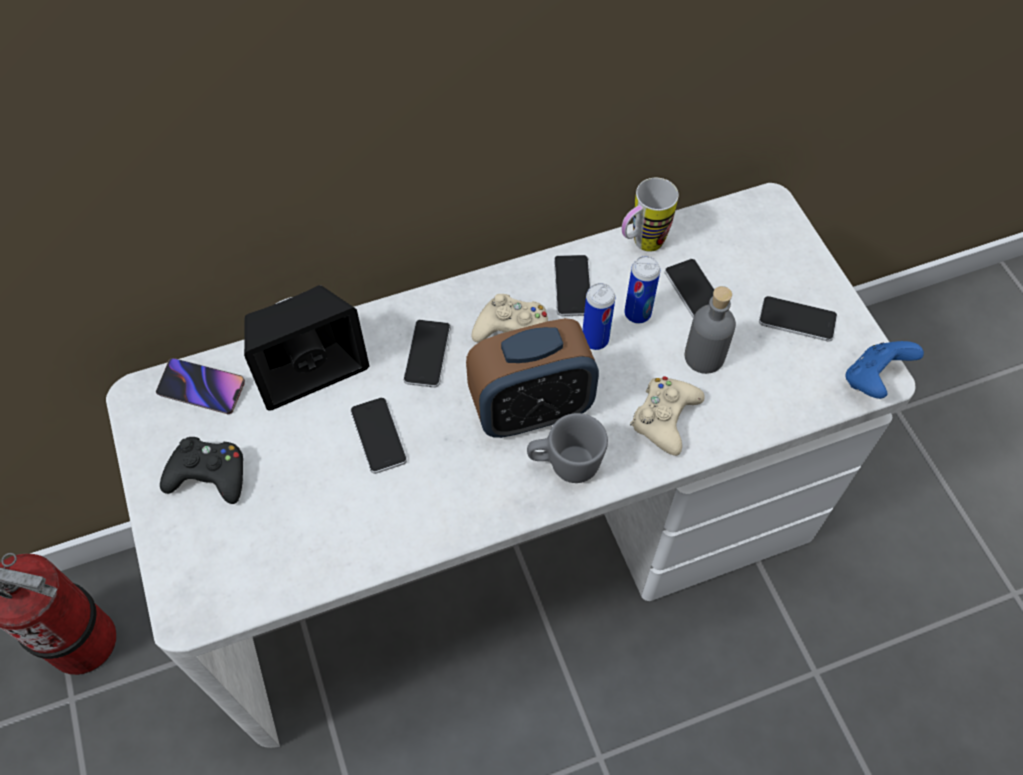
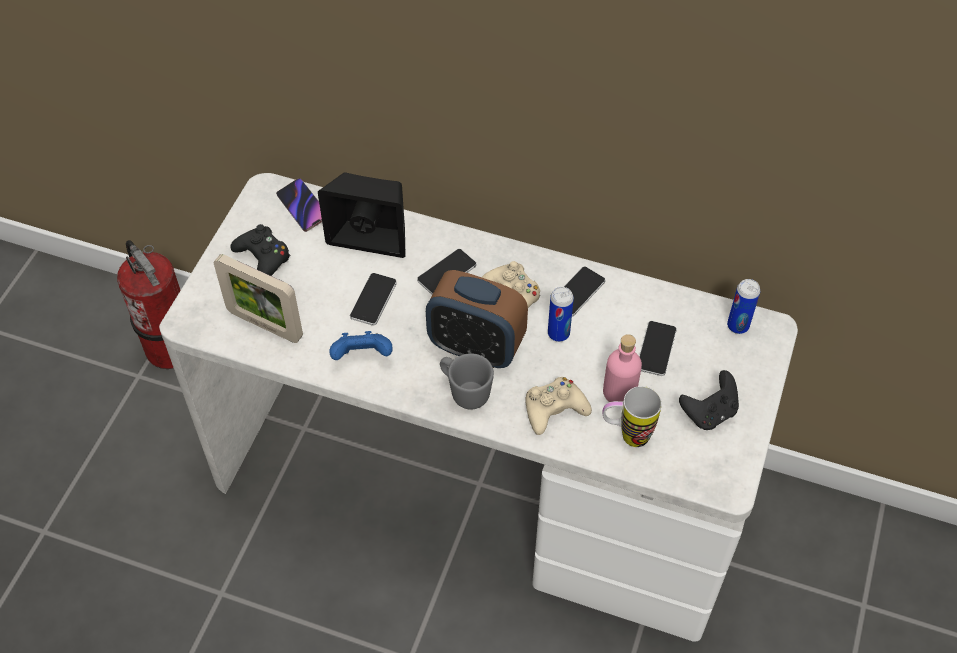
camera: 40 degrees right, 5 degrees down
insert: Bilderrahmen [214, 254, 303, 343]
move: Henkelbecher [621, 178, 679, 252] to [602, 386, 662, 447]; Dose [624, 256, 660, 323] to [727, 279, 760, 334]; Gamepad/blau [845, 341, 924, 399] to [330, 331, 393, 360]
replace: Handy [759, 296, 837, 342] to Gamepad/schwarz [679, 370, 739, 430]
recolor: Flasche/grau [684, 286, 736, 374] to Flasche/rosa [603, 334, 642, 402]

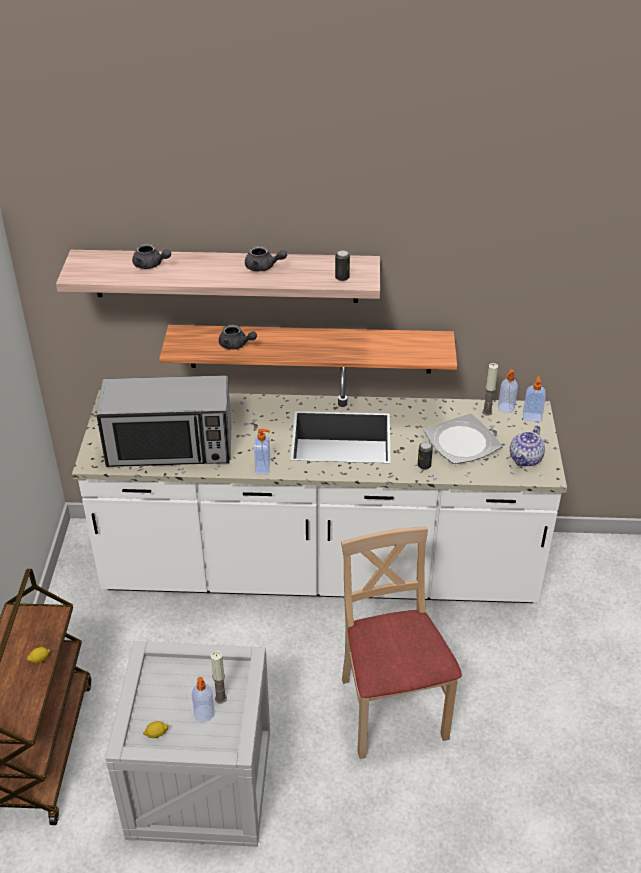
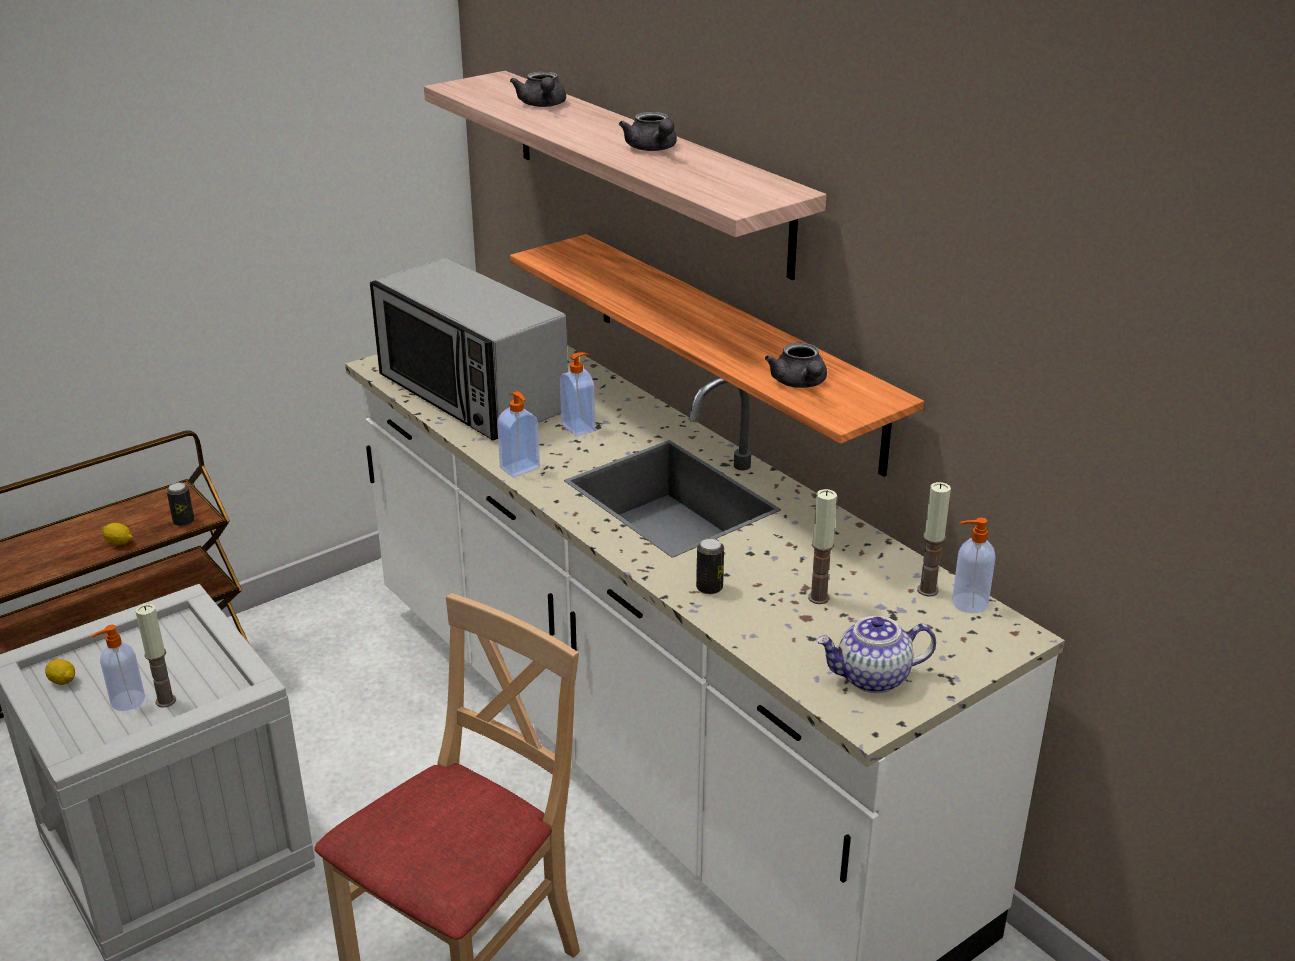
camera: 50 degrees right, 10 degrees down
move: Dose [335, 250, 350, 281] to [167, 482, 194, 527]; Teekanne/grau [219, 325, 257, 350] to [765, 343, 827, 388]; Seifenspender [523, 376, 546, 422] to [560, 352, 595, 436]
replace: Teller [424, 414, 502, 464] to Kerze [808, 489, 837, 604]

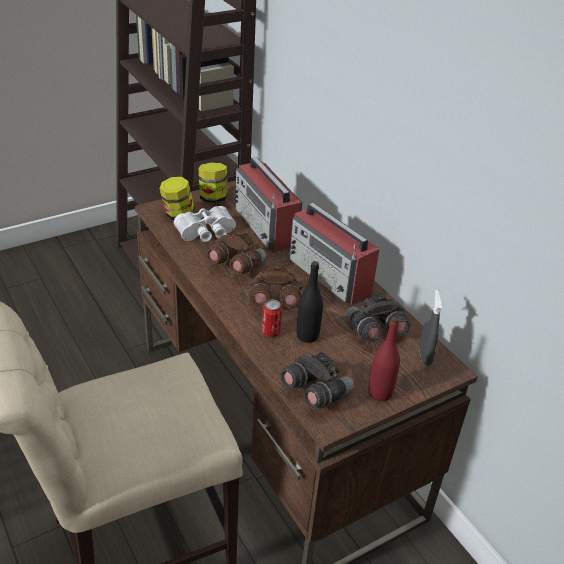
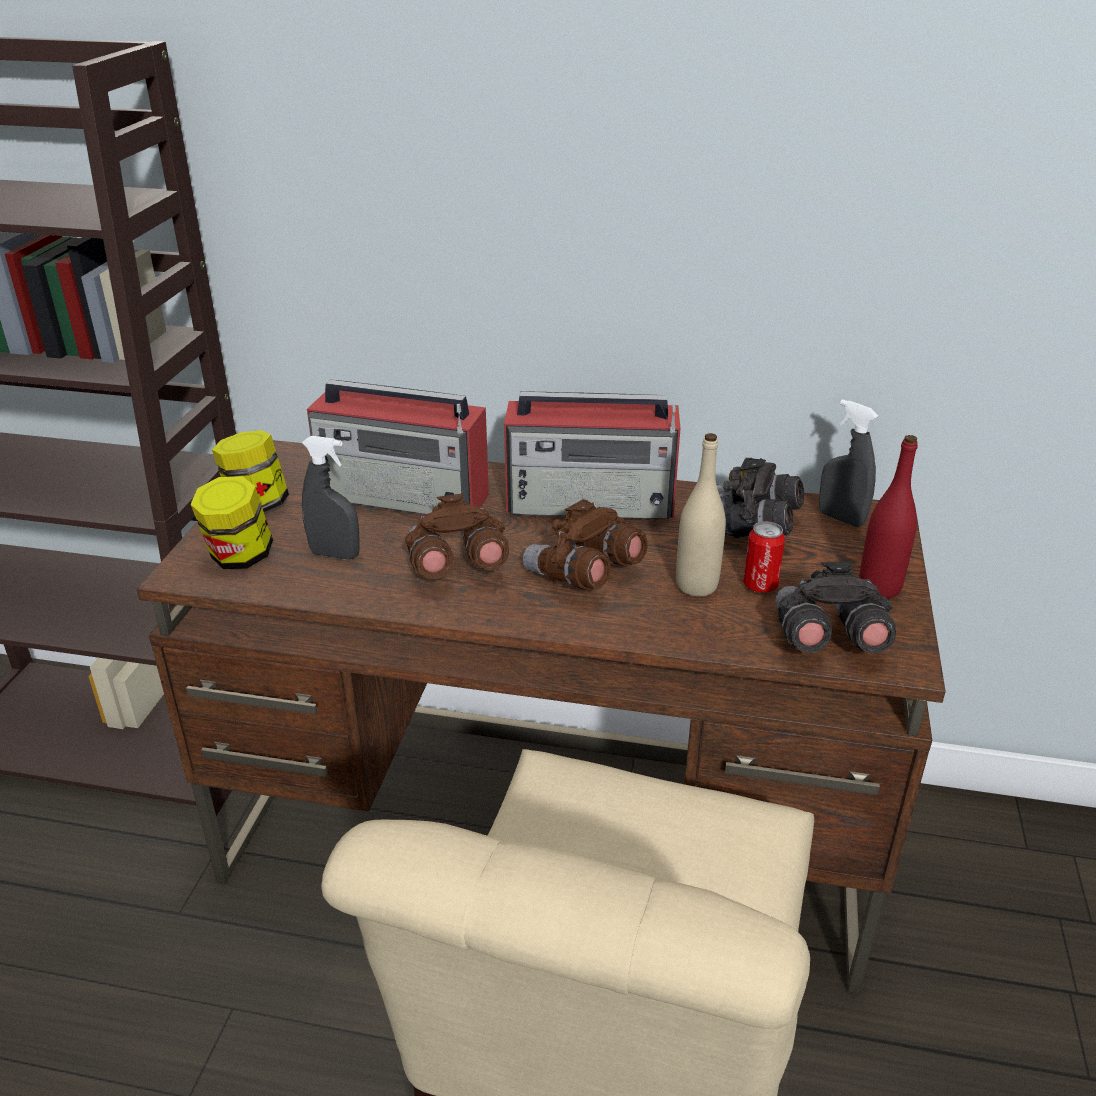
camera: 45 degrees left, 5 degrees down
move: Dose [262, 299, 282, 337] to [743, 521, 785, 593]
replace: Fernglas/weiß [174, 206, 236, 242] to Sprühflasche/grau [302, 436, 360, 560]
recolor: Flasche/schwarz [296, 261, 323, 343] to Flasche/beige [676, 433, 726, 597]

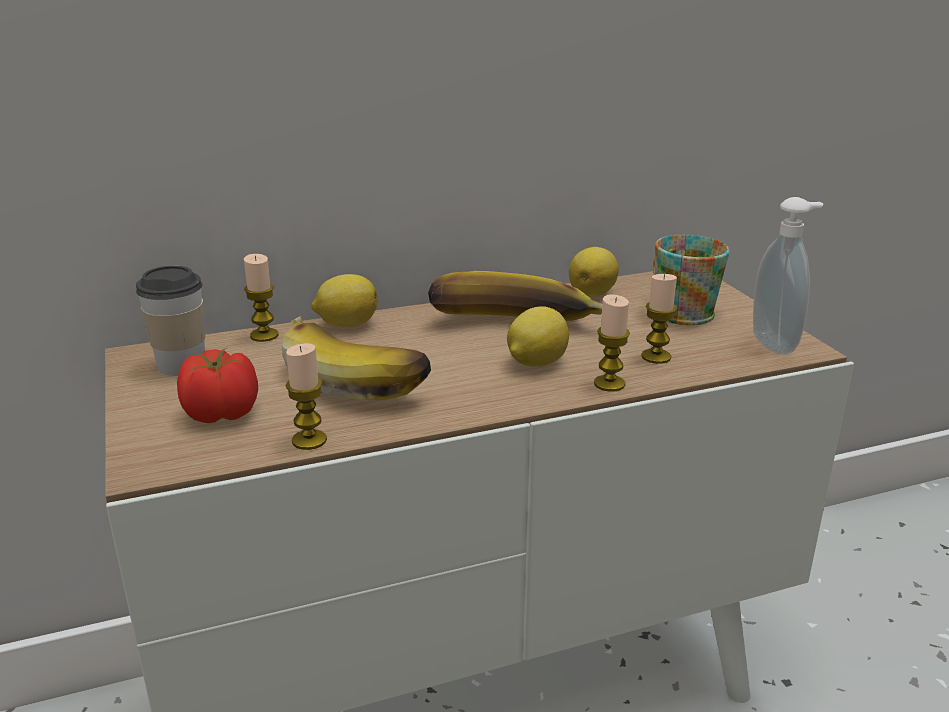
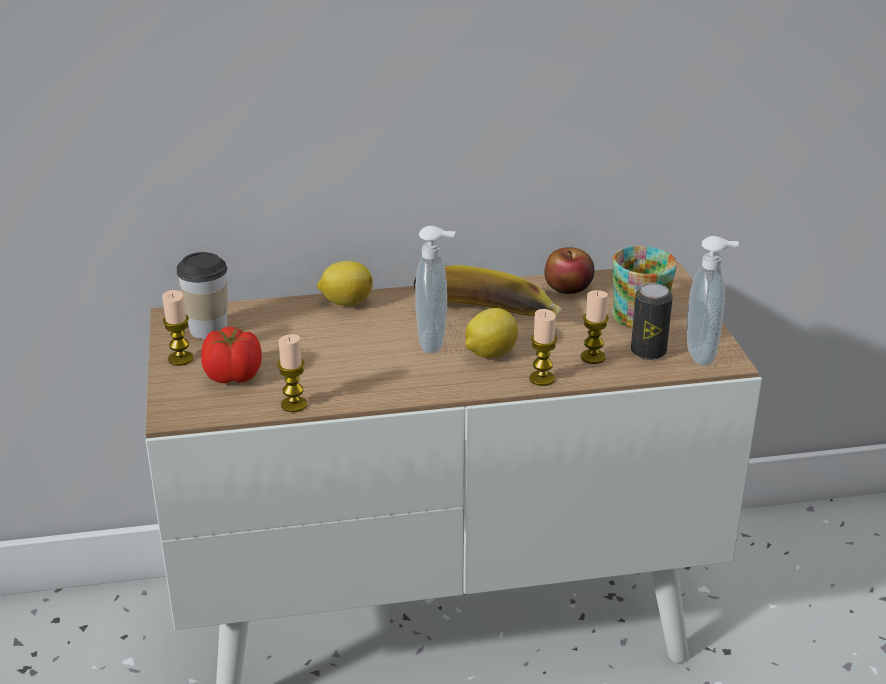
camera: 10 degrees right, 5 degrees up
delete: Banane [282, 316, 431, 400]
insert: Seifenspender [415, 226, 455, 354]; Dose [631, 283, 673, 360]
move: Kerze [244, 254, 278, 342] to [162, 290, 193, 366]
replace: Zitrone [569, 247, 619, 297] to Apfel [544, 247, 594, 294]

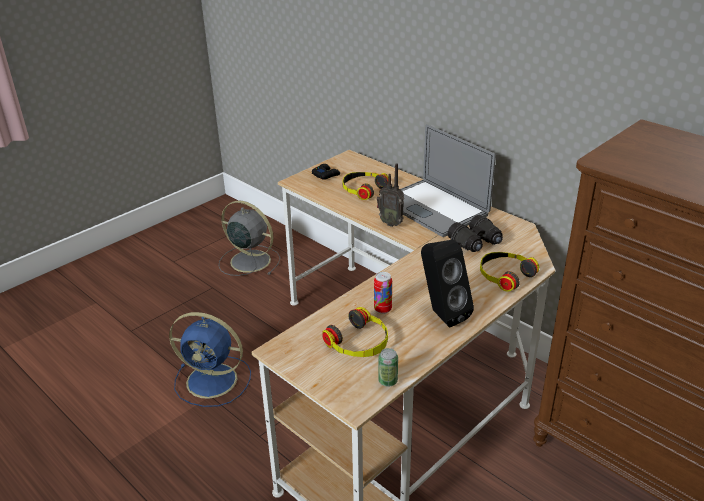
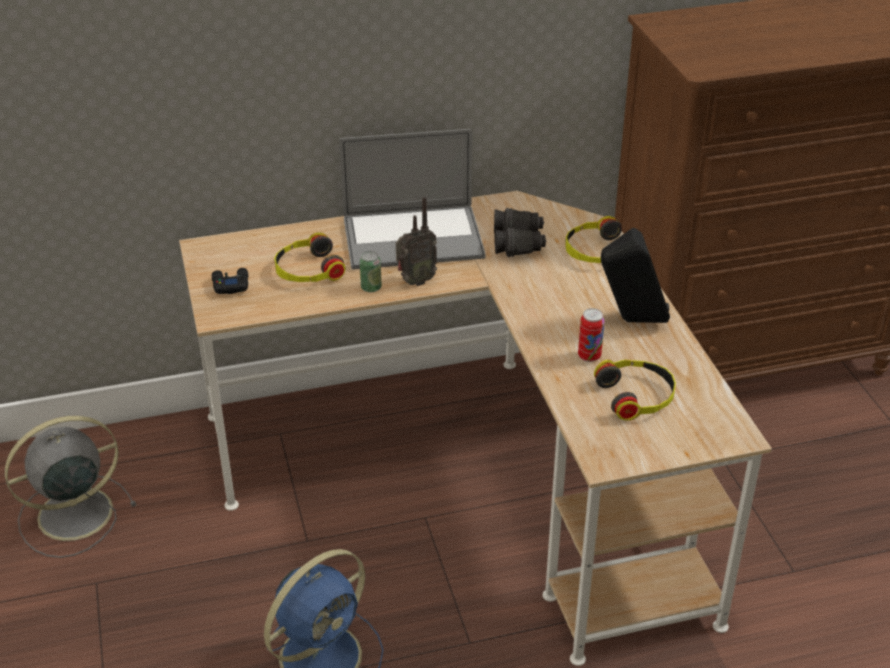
camera: 60 degrees left, 5 degrees up
move: Dose [378, 348, 398, 387] to [360, 251, 382, 292]

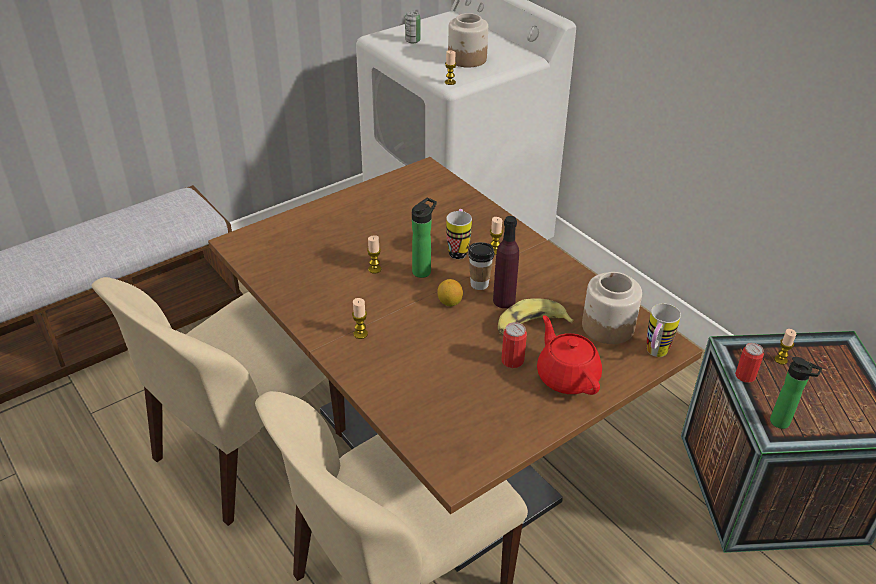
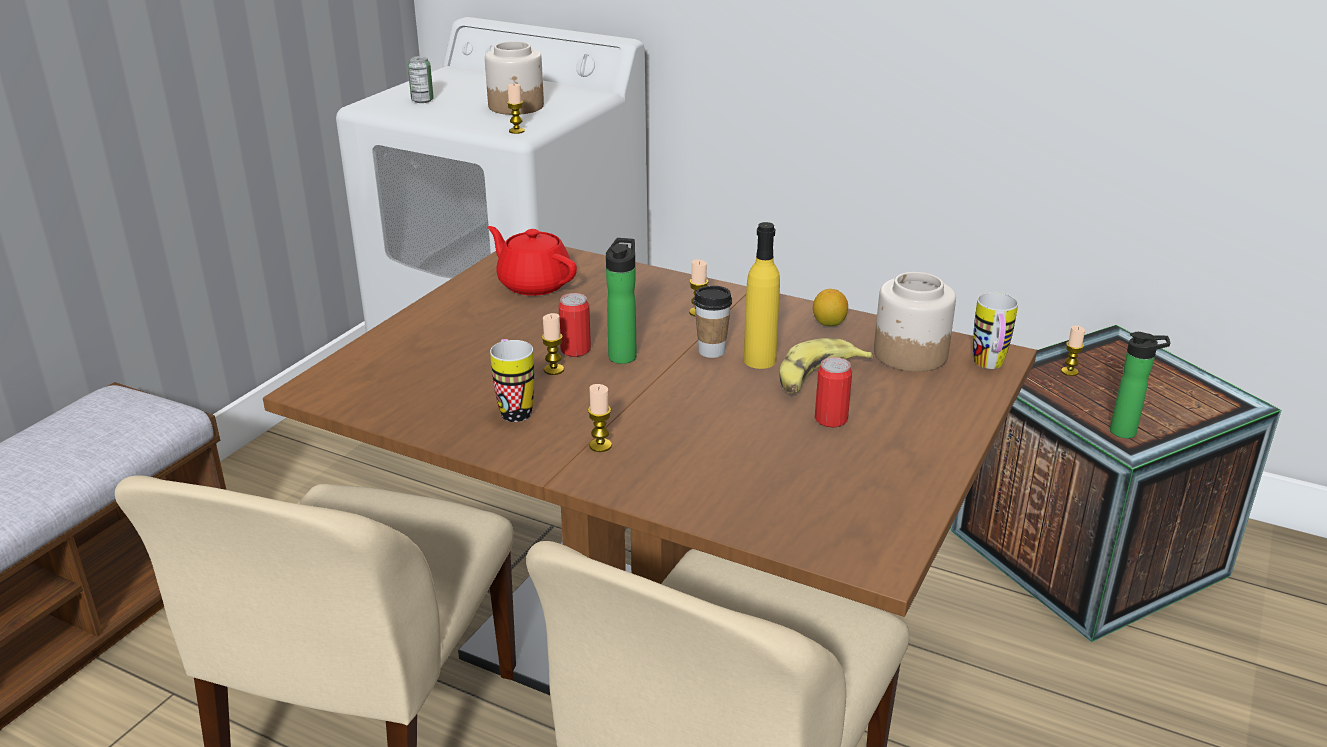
camera: 25 degrees left, 10 degrees down
move: Henkelbecher [446, 209, 472, 259] to [490, 339, 534, 422]; Zitrone [437, 279, 463, 306] to [813, 289, 848, 326]; Teekanne/rot [537, 315, 602, 395] to [487, 226, 577, 296]; Dose [735, 343, 764, 383] to [559, 293, 591, 357]
recolor: Flasche/lila [493, 216, 519, 308] to Flasche/gelb [744, 222, 780, 369]

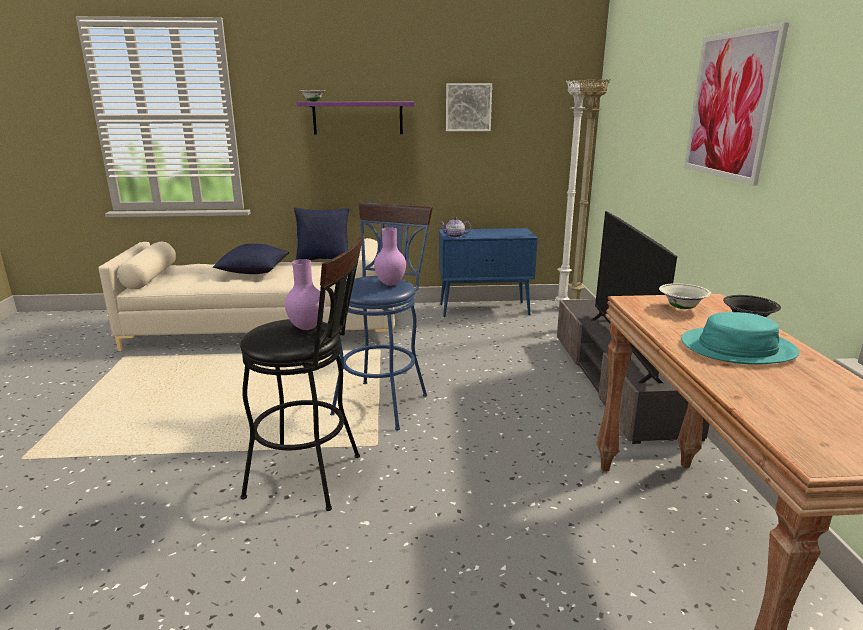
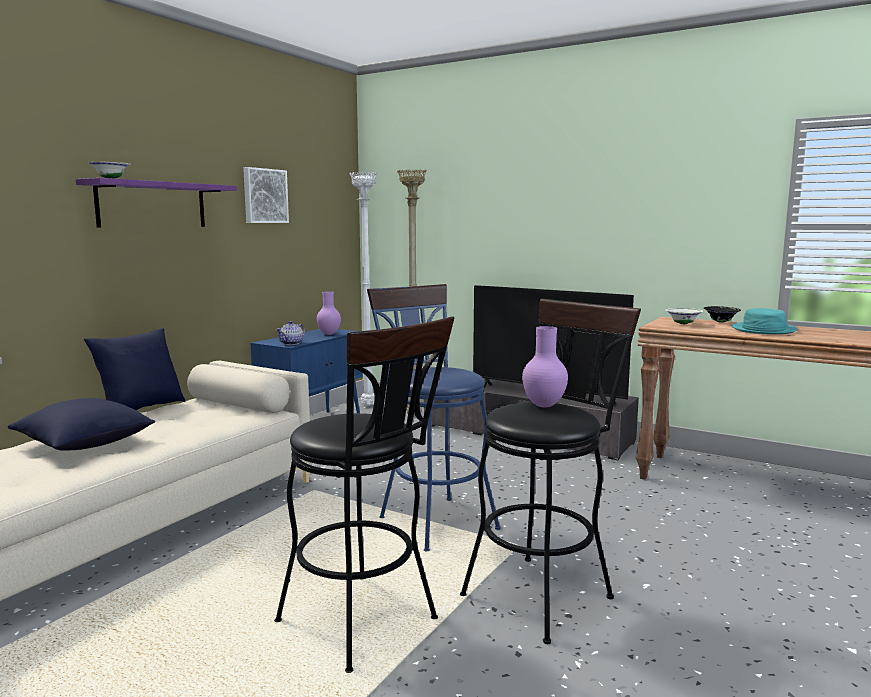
camera: 55 degrees left, 10 degrees down
delete: Bild [684, 22, 789, 185]
insert: Hocker/schwarz [274, 317, 455, 673]
move: Vase/lila [374, 228, 406, 286] to [317, 291, 341, 335]

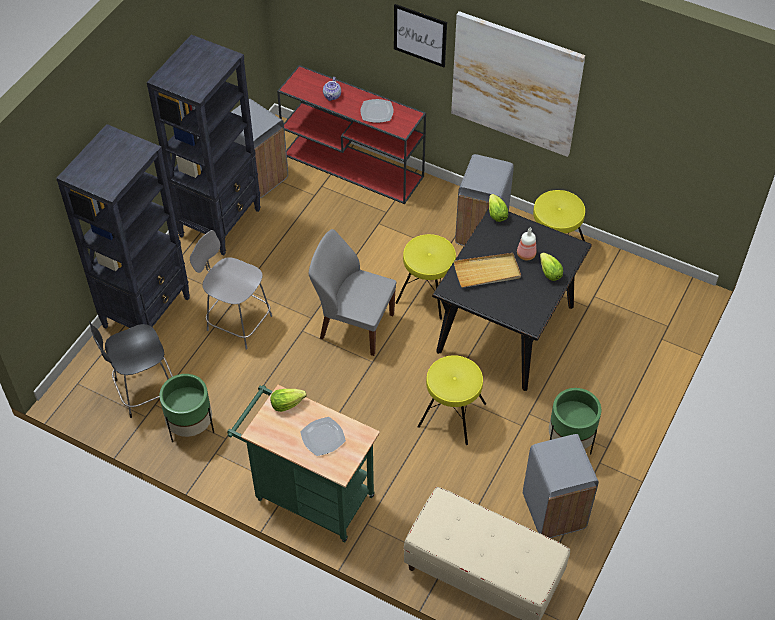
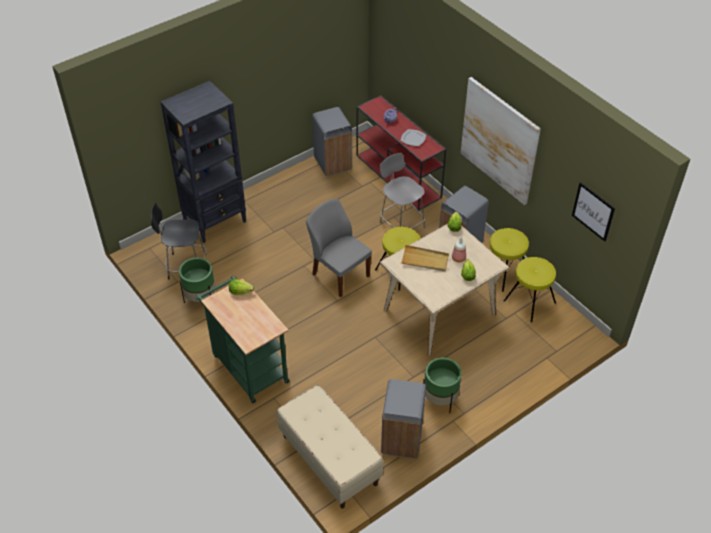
camera: 25 degrees right, 5 degrees down
delete: Bücherregal/schwarz [147, 35, 261, 255]; Teller [300, 417, 346, 456]
move: Bild [394, 4, 447, 67] to [572, 182, 615, 242]; Stuhl/grau [190, 230, 272, 350] to [380, 153, 425, 229]; Hocker/gelb [418, 355, 486, 445] to [504, 257, 556, 323]
recolor: Esstisch/schwarz [432, 208, 592, 391] to Esstisch/beige [380, 224, 510, 356]

